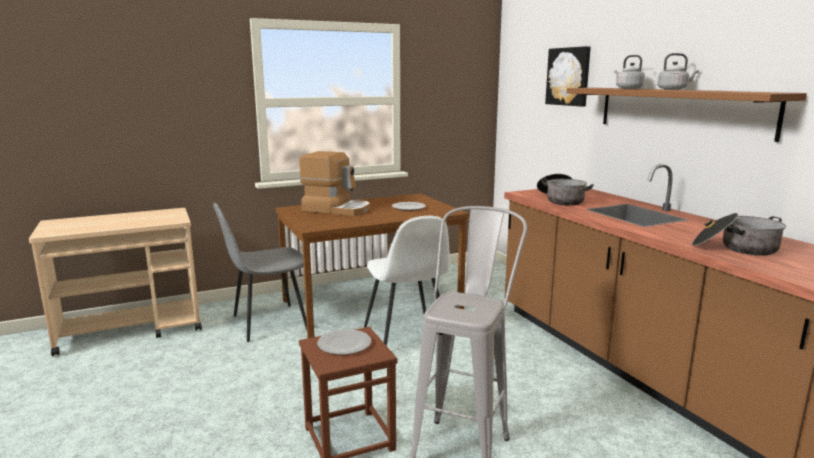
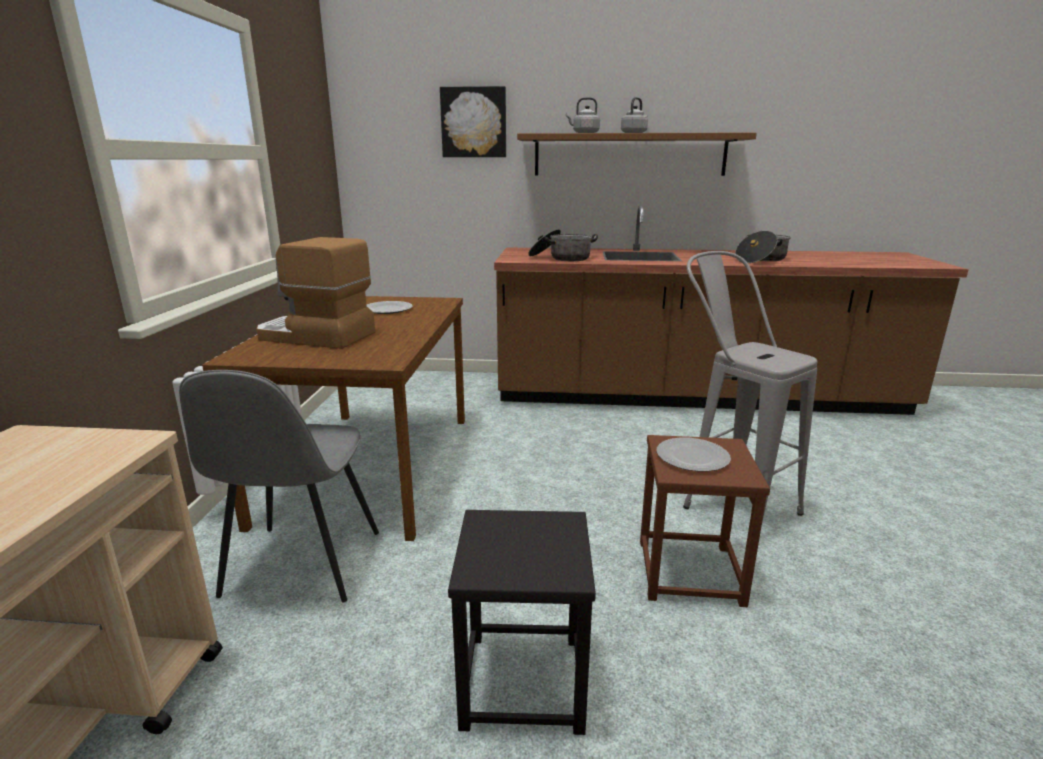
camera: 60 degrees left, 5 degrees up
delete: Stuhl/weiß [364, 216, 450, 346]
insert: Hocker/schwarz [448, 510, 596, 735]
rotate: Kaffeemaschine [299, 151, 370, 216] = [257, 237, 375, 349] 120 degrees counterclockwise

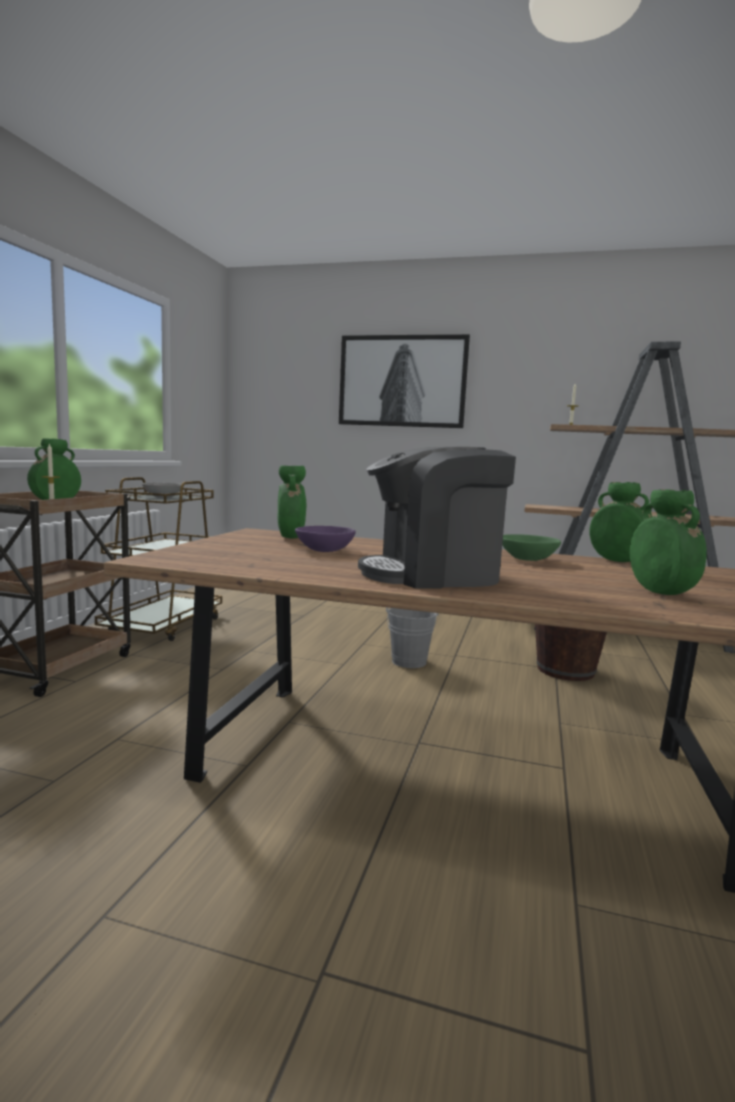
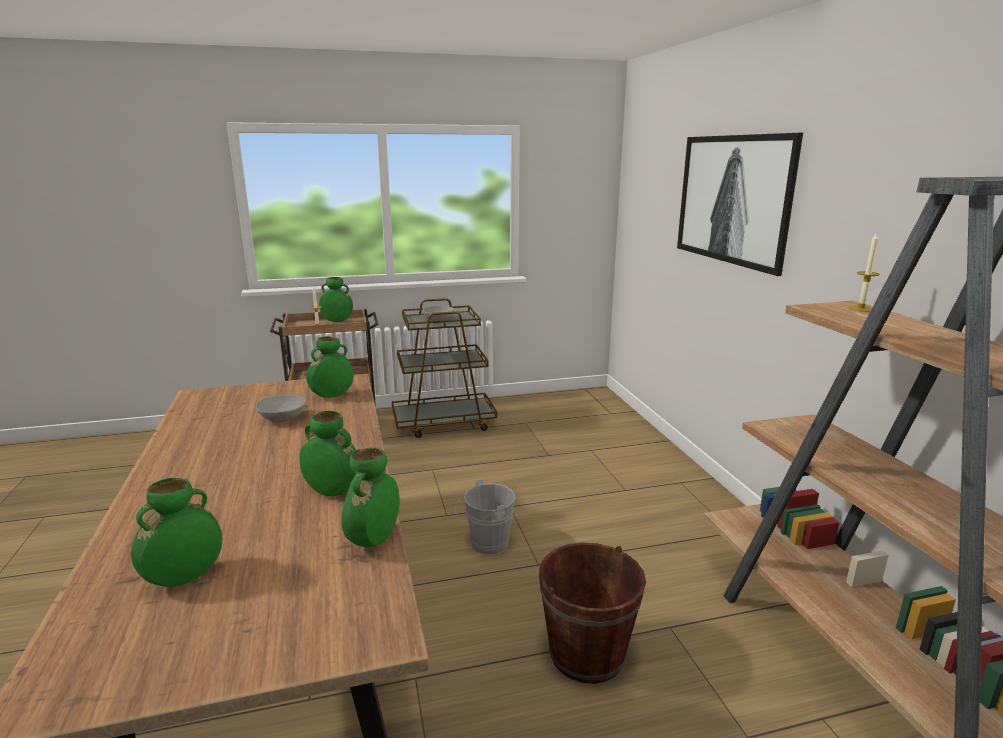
camera: 60 degrees right, 10 degrees up
delete: Kaffeemaschine [358, 447, 516, 588]
replace: Schüssel/grün [502, 534, 561, 561] to Vase/grün [299, 411, 356, 496]
recolor: Schüssel/lila [295, 526, 356, 552] to Schüssel/grau [256, 394, 307, 422]

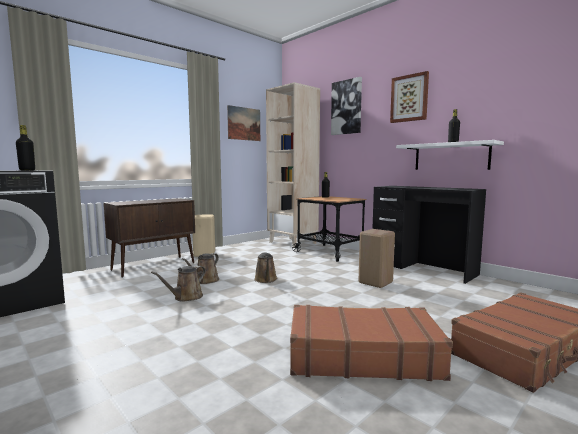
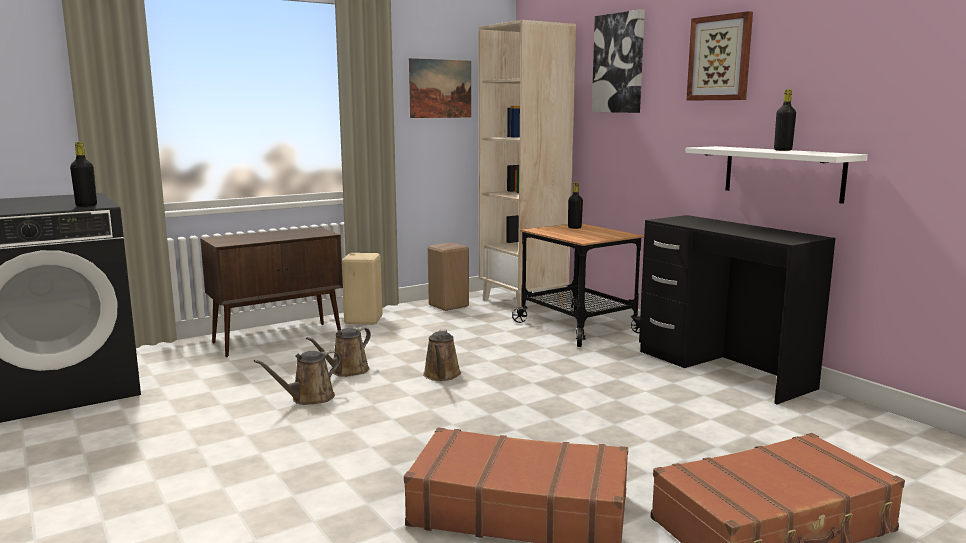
camera: 10 degrees right, 5 degrees up
move: Hocker/beige [359, 229, 395, 288] to [428, 242, 469, 311]

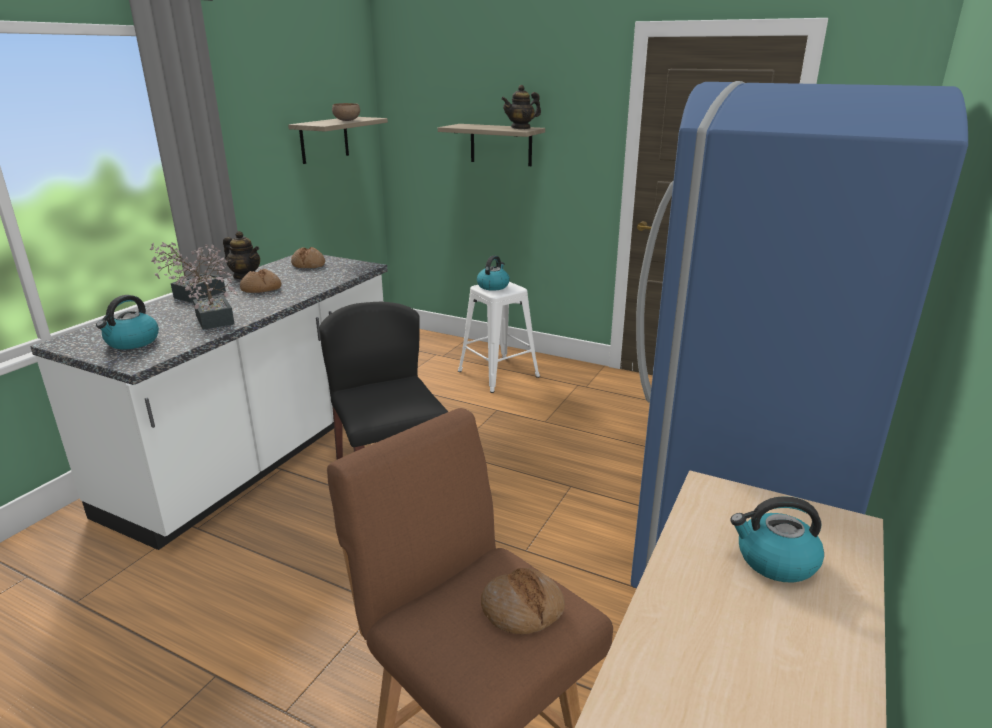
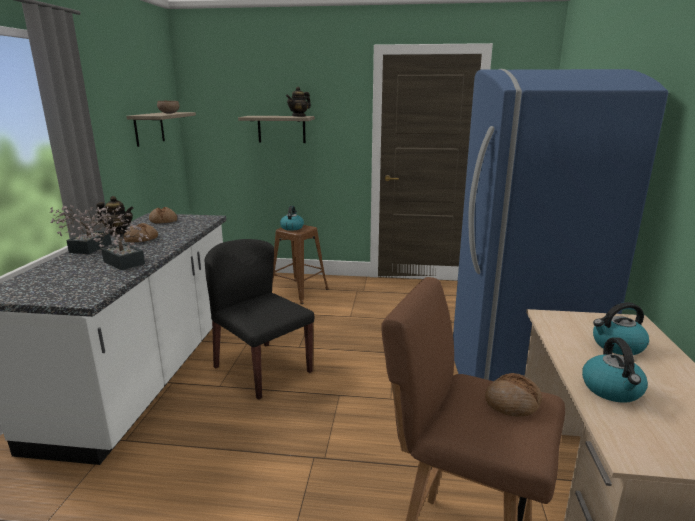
camera: 20 degrees left, 5 degrees down
move: Wasserkessel [96, 295, 159, 350] to [582, 337, 648, 403]
recolor: Hocker/weiß [458, 282, 540, 393] to Hocker/braun [272, 225, 329, 304]

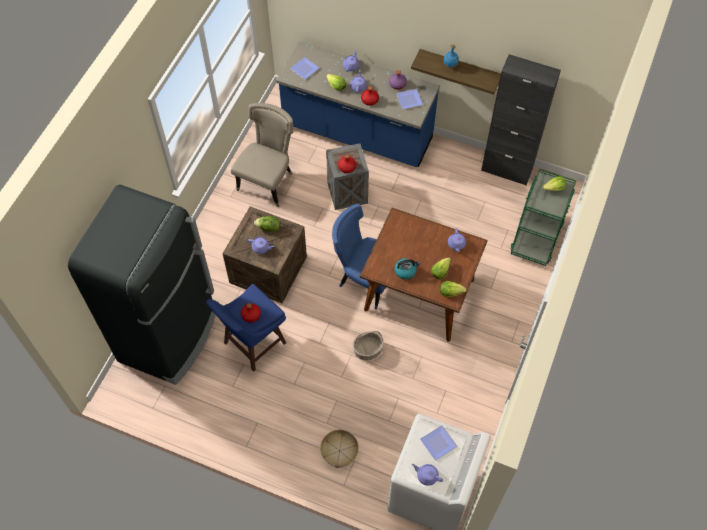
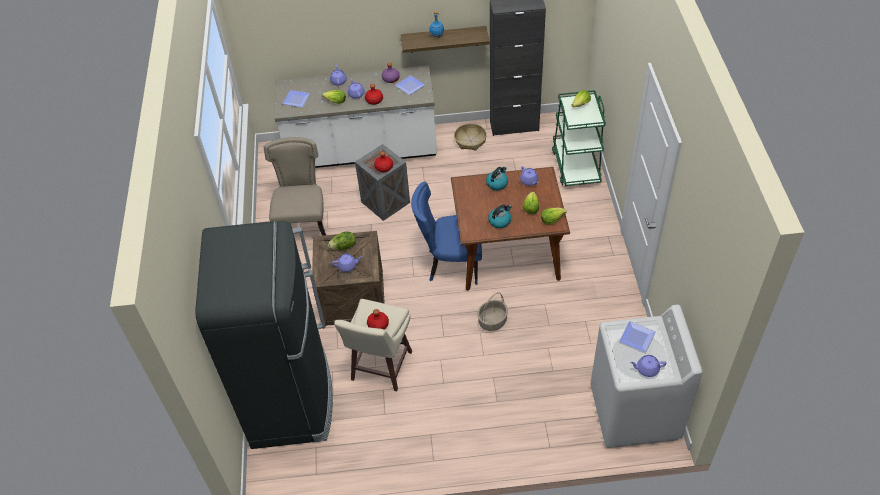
camera: 25 degrees left, 10 degrees down
insert: Wasserkessel [486, 167, 508, 190]
move: Korb [320, 429, 359, 468] to [454, 123, 487, 151]
recolor: Küchenzeile/blau [276, 41, 440, 167] to Küchenzeile/weiß [275, 65, 437, 168]; Hocker/blau [206, 284, 286, 372] to Hocker/beige [334, 299, 412, 391]

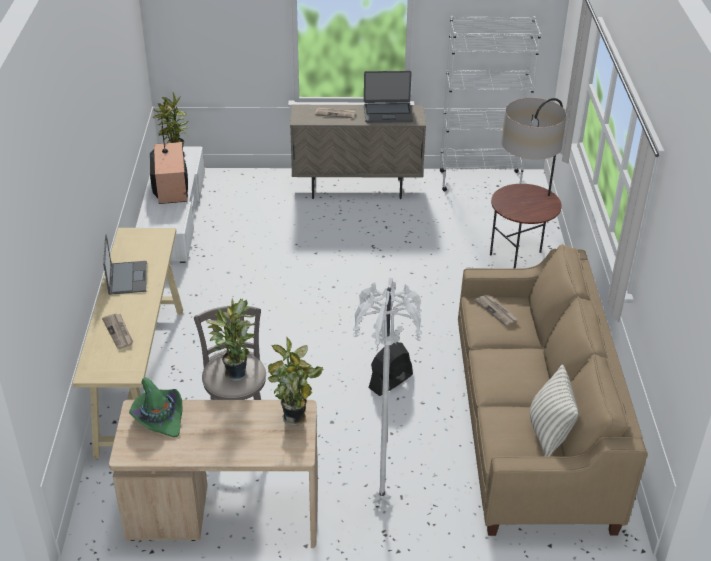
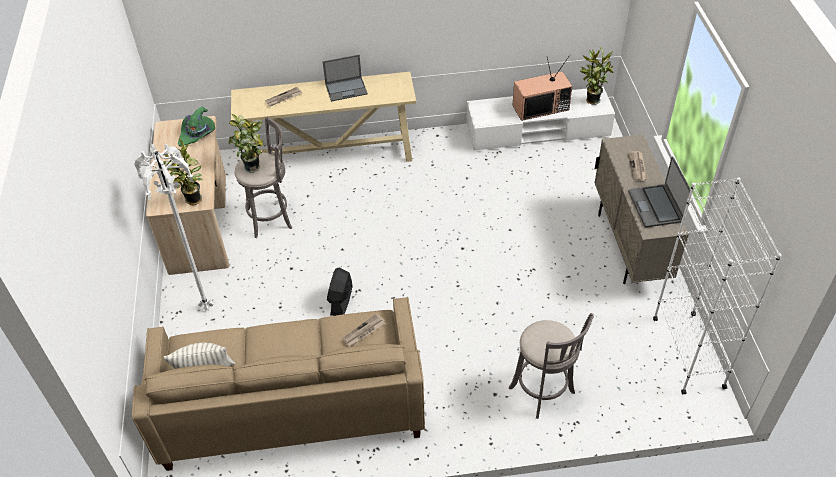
camera: 85 degrees right, 10 degrees up
replace: Stehlampe [490, 98, 567, 268] to Hocker/grau [509, 313, 594, 419]
rotate: Ventilator/schwarz [368, 342, 413, 396] = [327, 267, 353, 316] 120 degrees counterclockwise

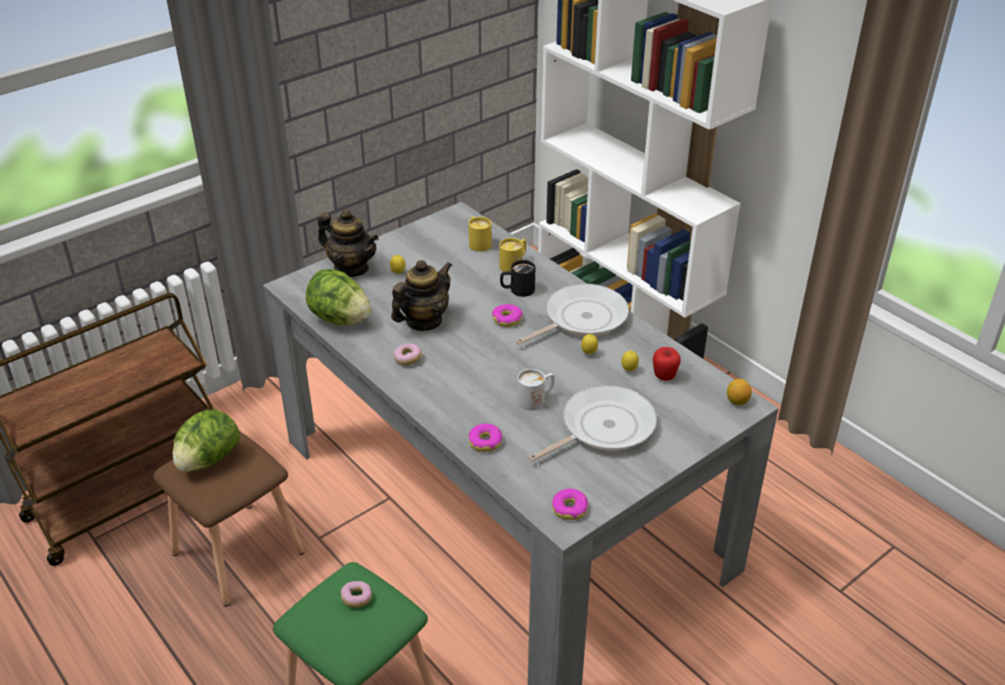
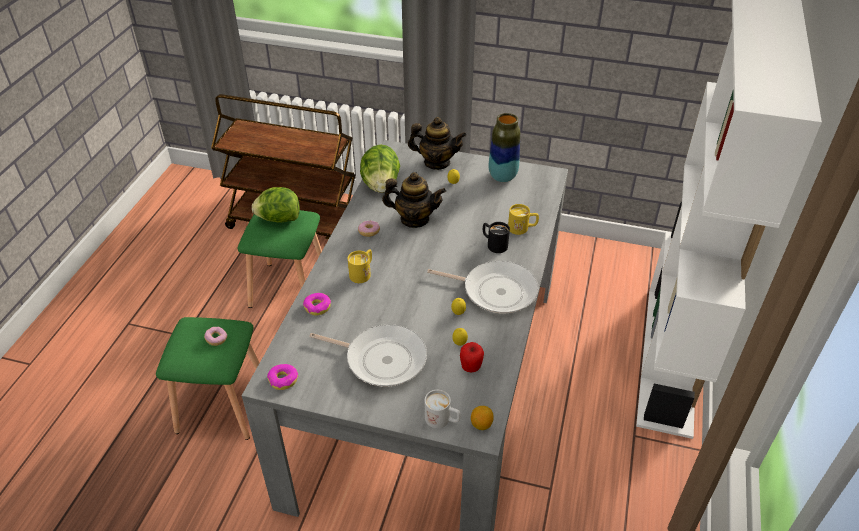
camera: 55 degrees right, 5 degrees up
delete: Donut [492, 304, 523, 327]
insert: Vase [489, 113, 520, 182]
move: Henkelbecher/gelb [469, 216, 492, 252] to [348, 249, 372, 283]; Henkelbecher/weiß [517, 369, 555, 411] to [425, 390, 461, 428]
recolor: Hocker/braun [153, 431, 304, 607] to Hocker/grün [237, 210, 322, 308]
rotate: Teekanne [318, 210, 379, 277] = [408, 117, 467, 170] 75 degrees counterclockwise

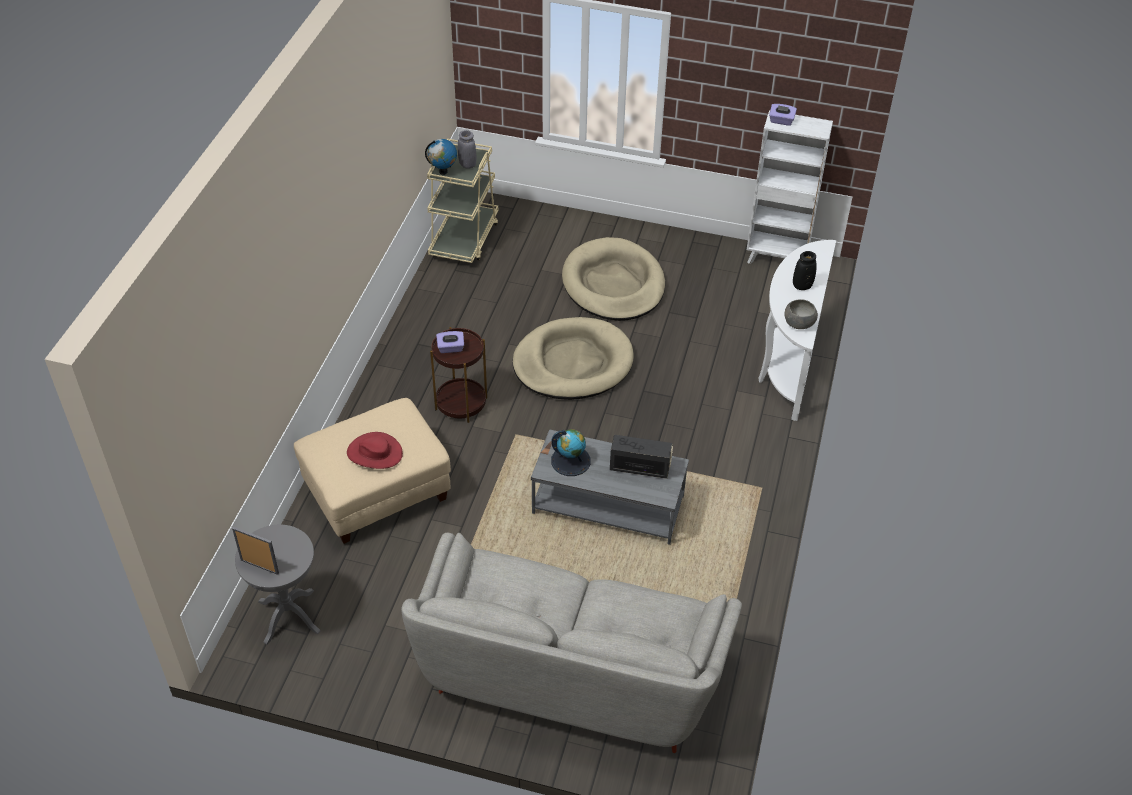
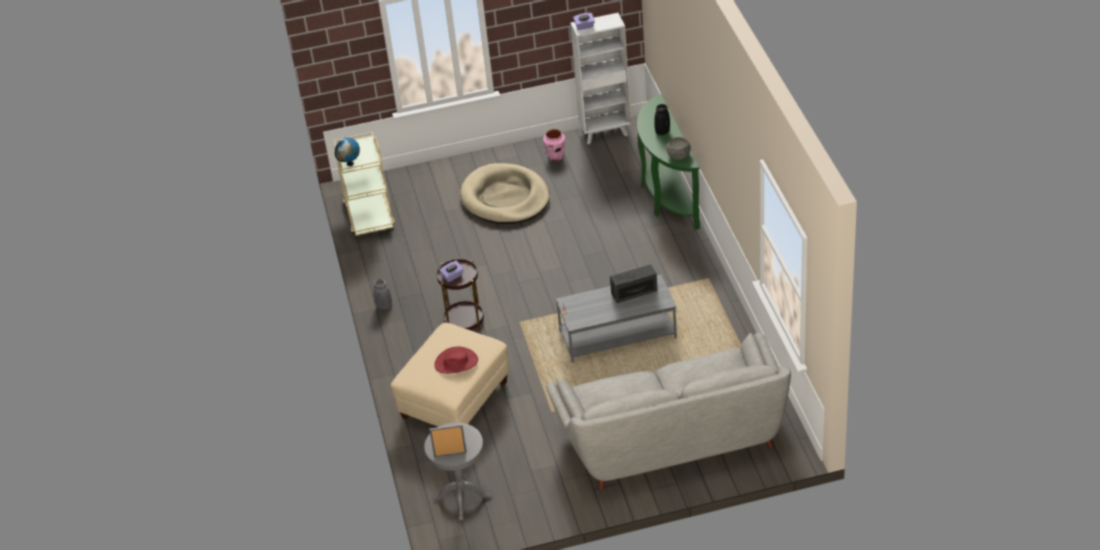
camera: 25 degrees left, 5 degrees down
delete: Hundebett/beige [513, 317, 634, 400]; Globus [551, 429, 591, 476]
insert: Vase/rosa [543, 129, 565, 161]
move: Vase/grau [458, 130, 476, 169] to [373, 279, 392, 310]
recolor: Konsolentisch/weiß [758, 240, 836, 421] to Konsolentisch/grün [637, 94, 700, 230]

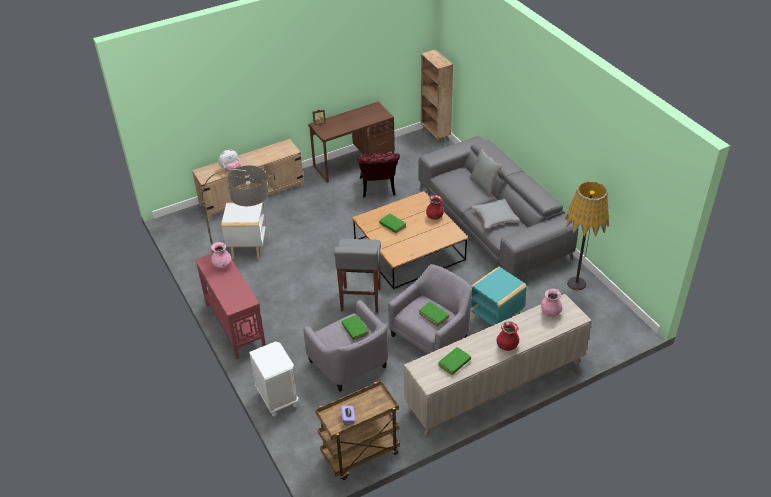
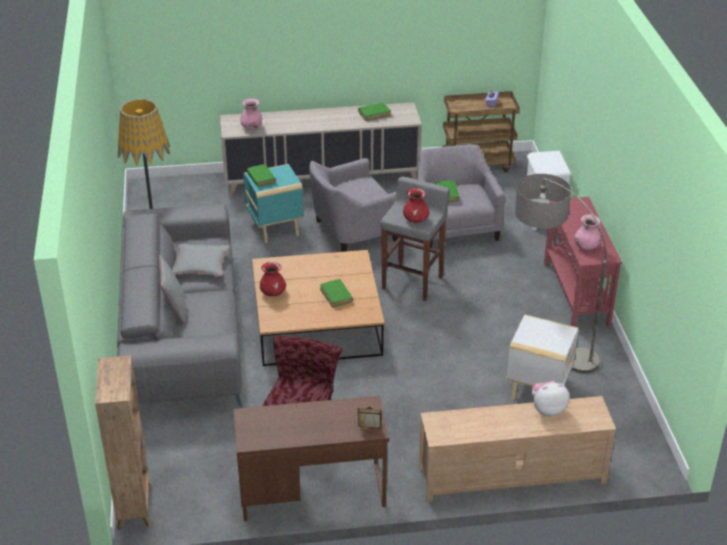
camera: 160 degrees left, 5 degrees down
move: Buch/grün [419, 302, 449, 327] to [247, 164, 276, 186]; Vase/rot [497, 321, 519, 351] to [403, 188, 429, 223]

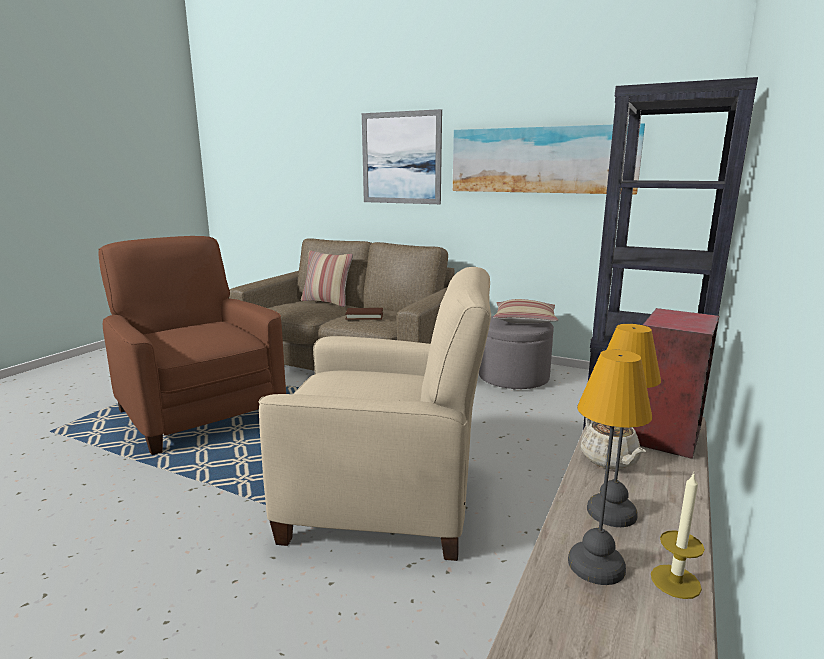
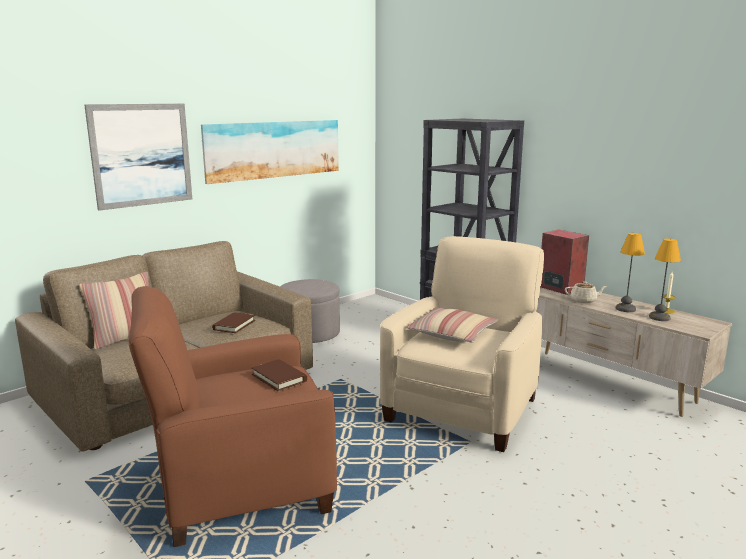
camera: 70 degrees left, 0 degrees up
insert: Buch/braun [252, 359, 307, 391]
move: Kissen [493, 299, 558, 323] to [404, 307, 498, 343]

